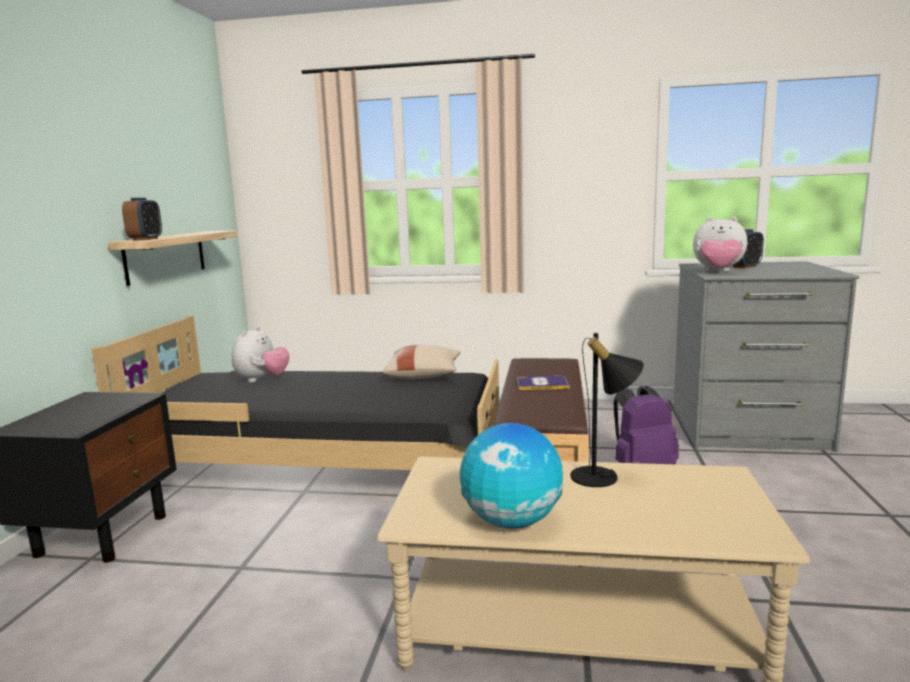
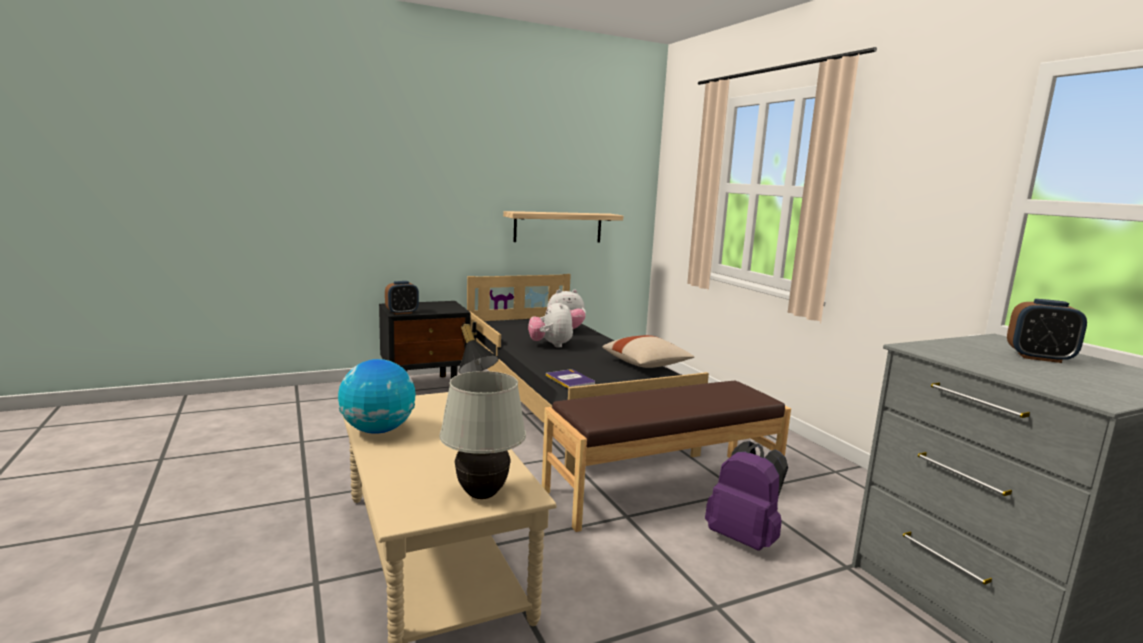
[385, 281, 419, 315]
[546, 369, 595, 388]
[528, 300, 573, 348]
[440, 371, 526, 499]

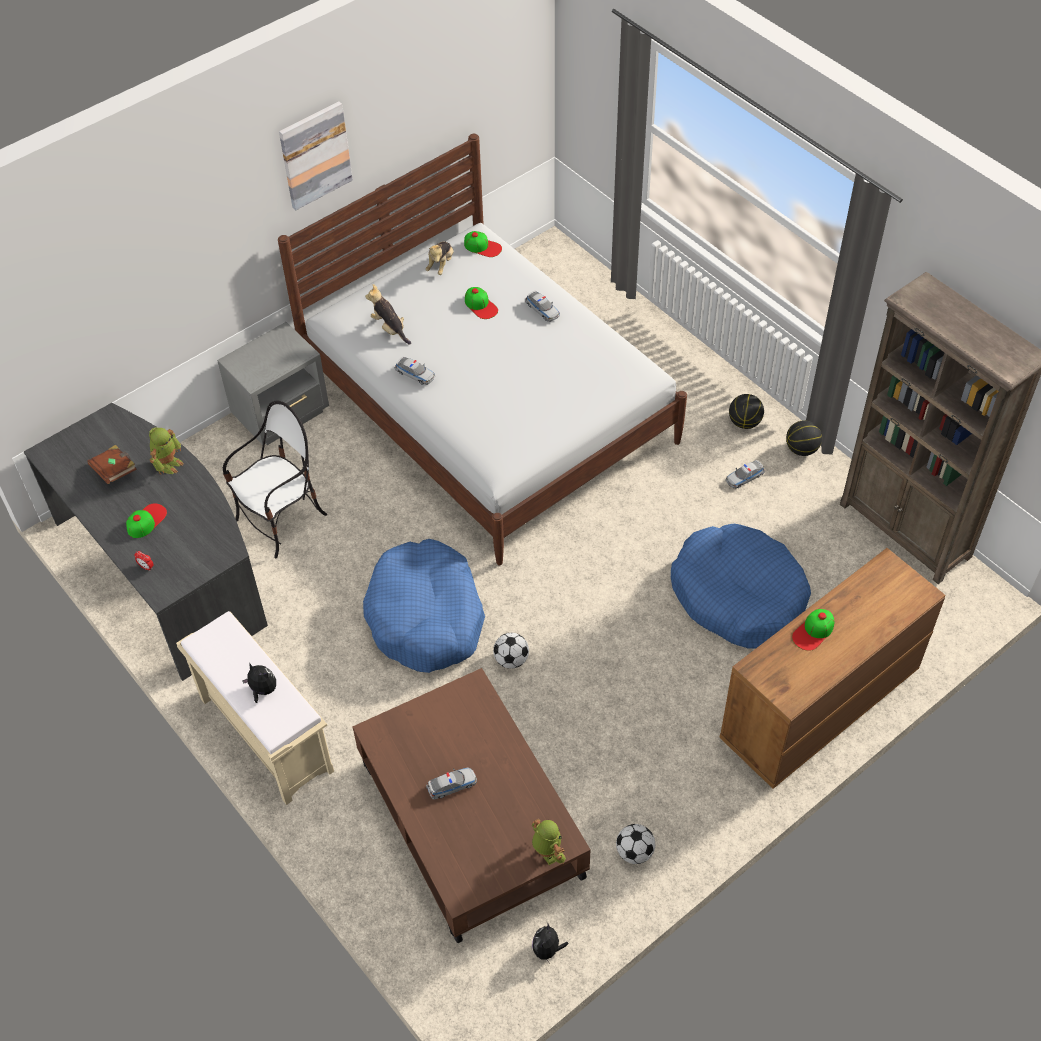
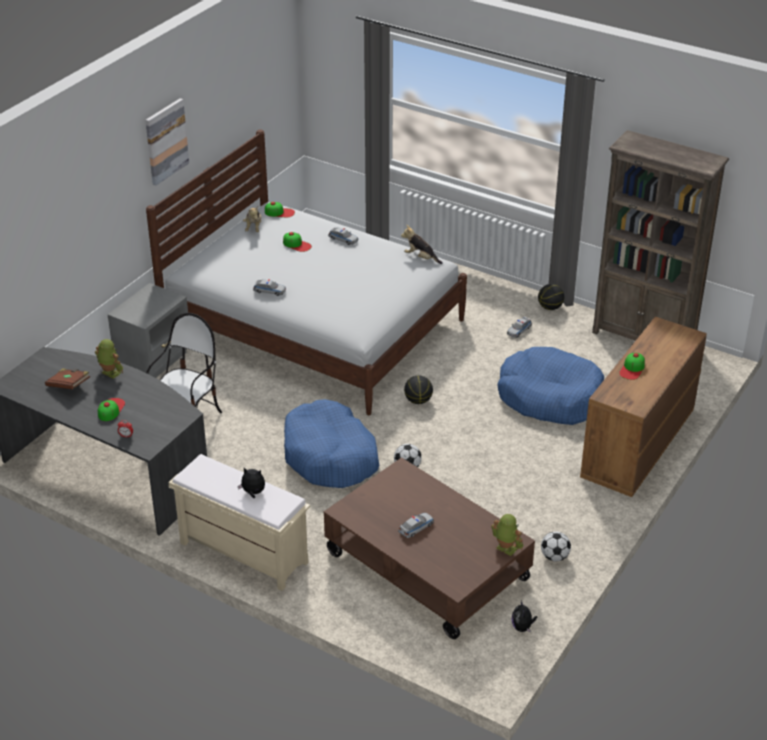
[95, 339, 123, 379]
[401, 225, 443, 264]
[404, 376, 433, 404]

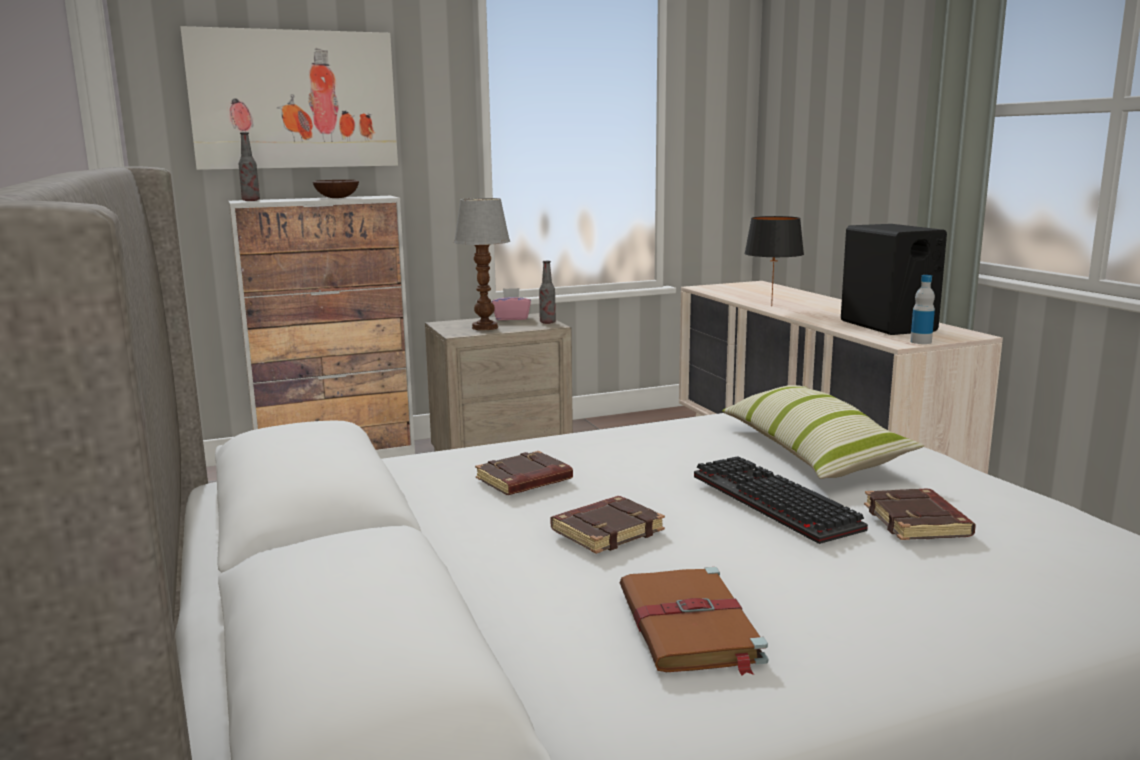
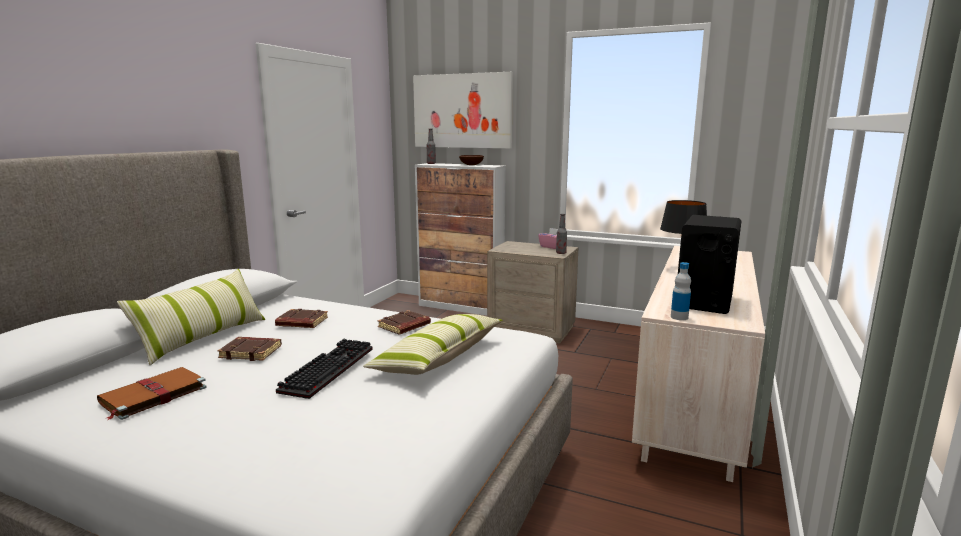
[454, 198, 510, 330] (first image)
[377, 310, 431, 334]
[117, 269, 265, 365]

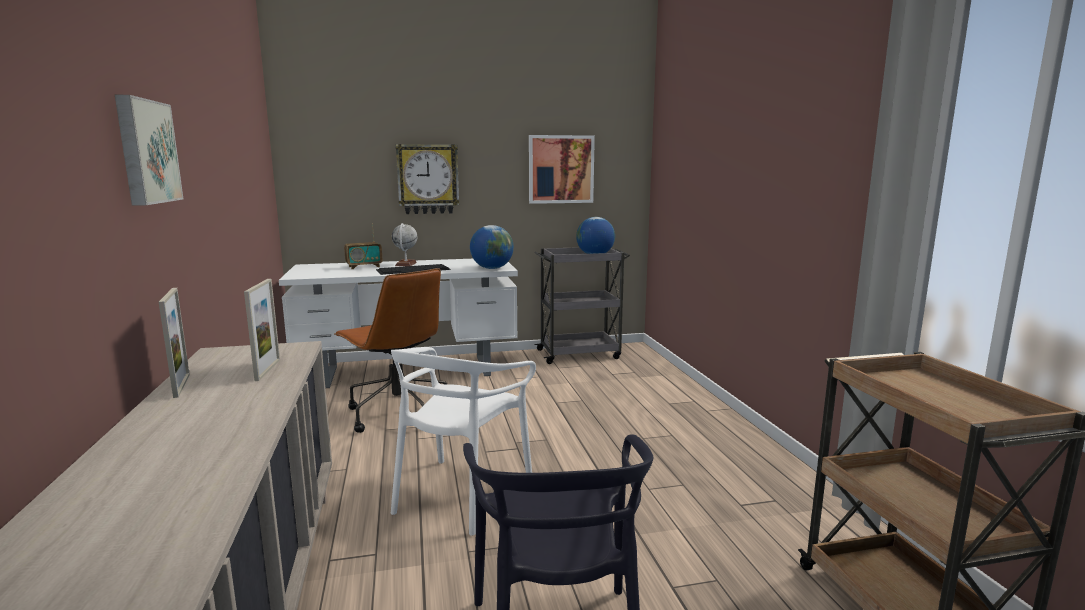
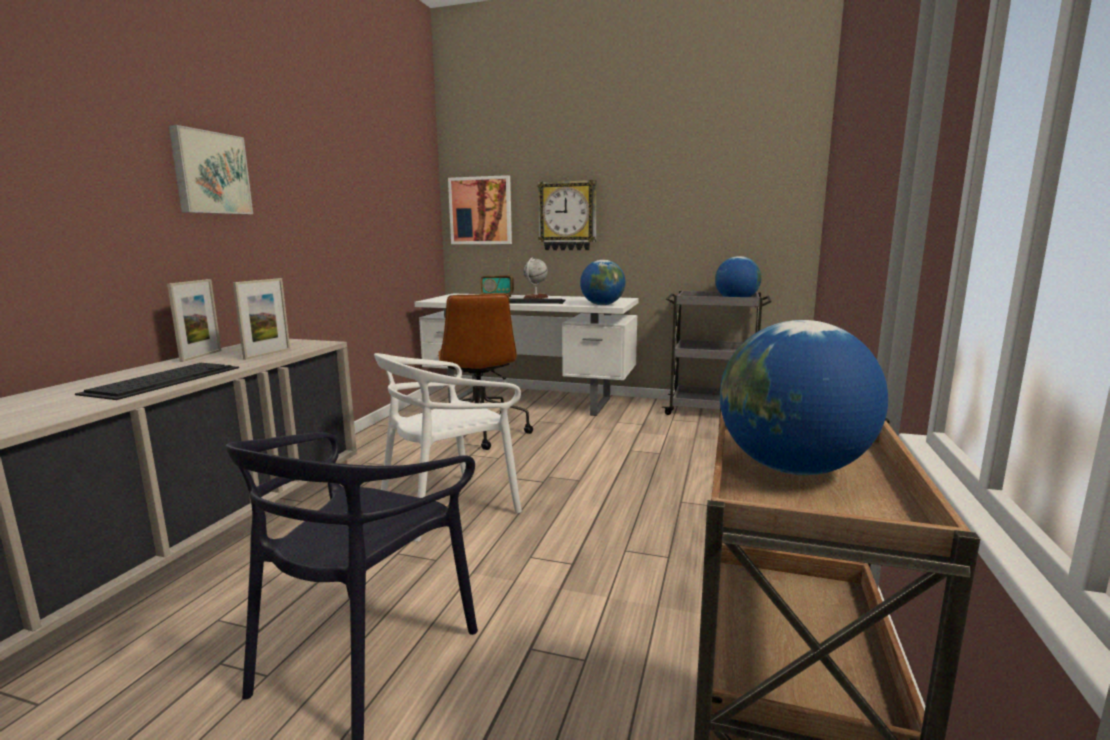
[448, 175, 512, 244]
[75, 363, 239, 400]
[720, 320, 888, 475]

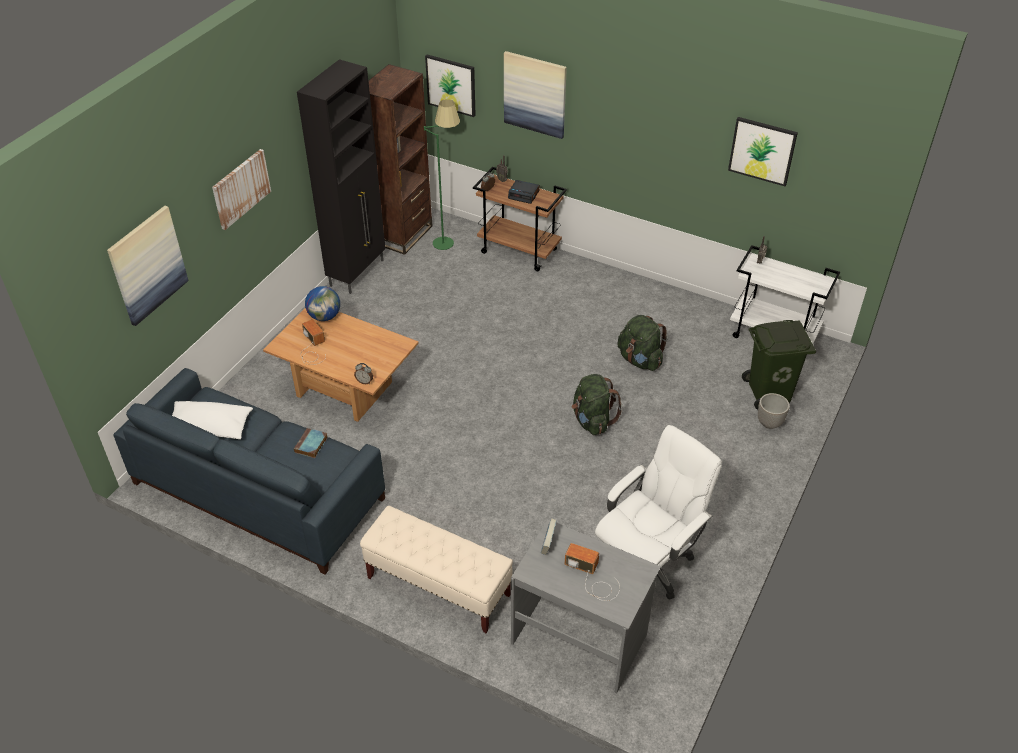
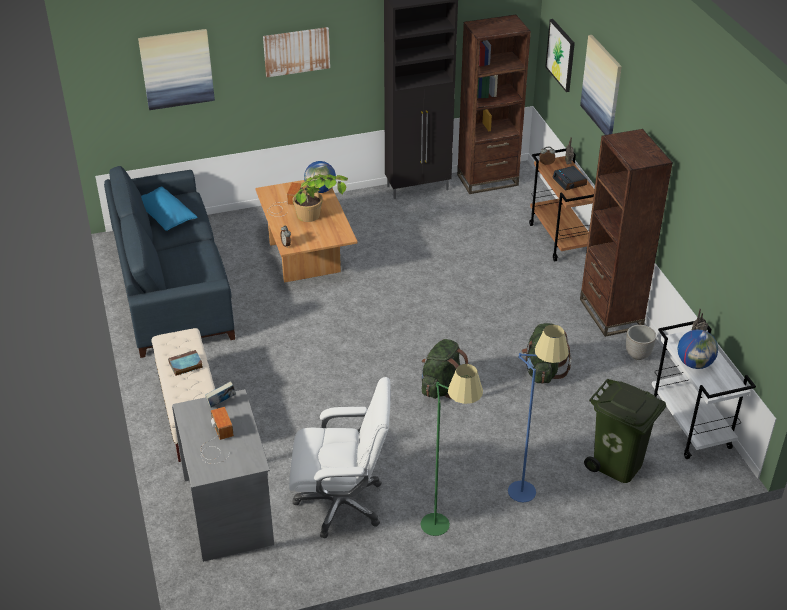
[141, 187, 198, 231]
[168, 350, 203, 376]
[421, 364, 483, 536]
[728, 117, 798, 186] (first image)
[626, 325, 656, 360]
[293, 174, 348, 222]
[508, 325, 569, 503]
[580, 129, 673, 337]
[677, 330, 718, 369]

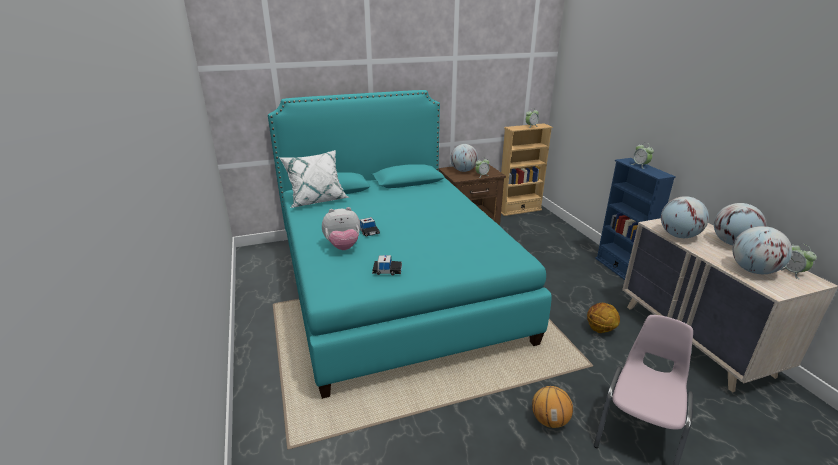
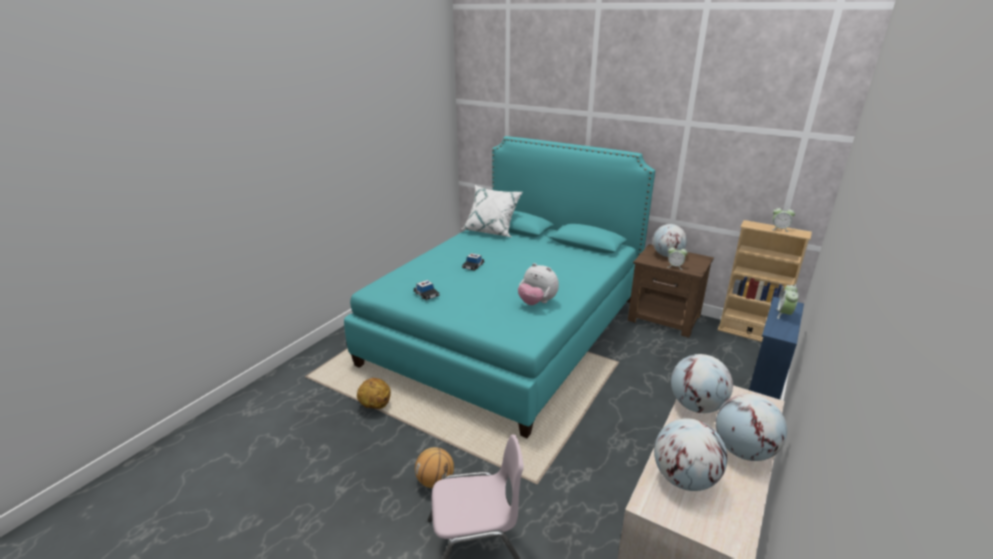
[518, 263, 559, 305]
[357, 378, 391, 409]
[781, 244, 817, 279] (first image)

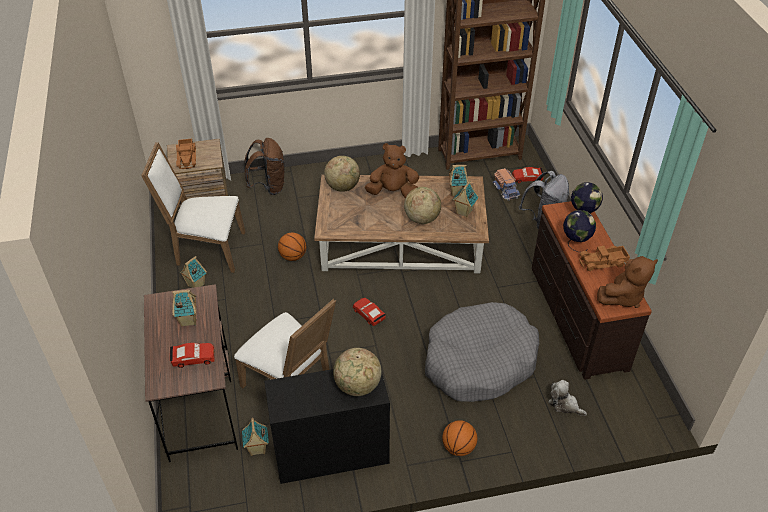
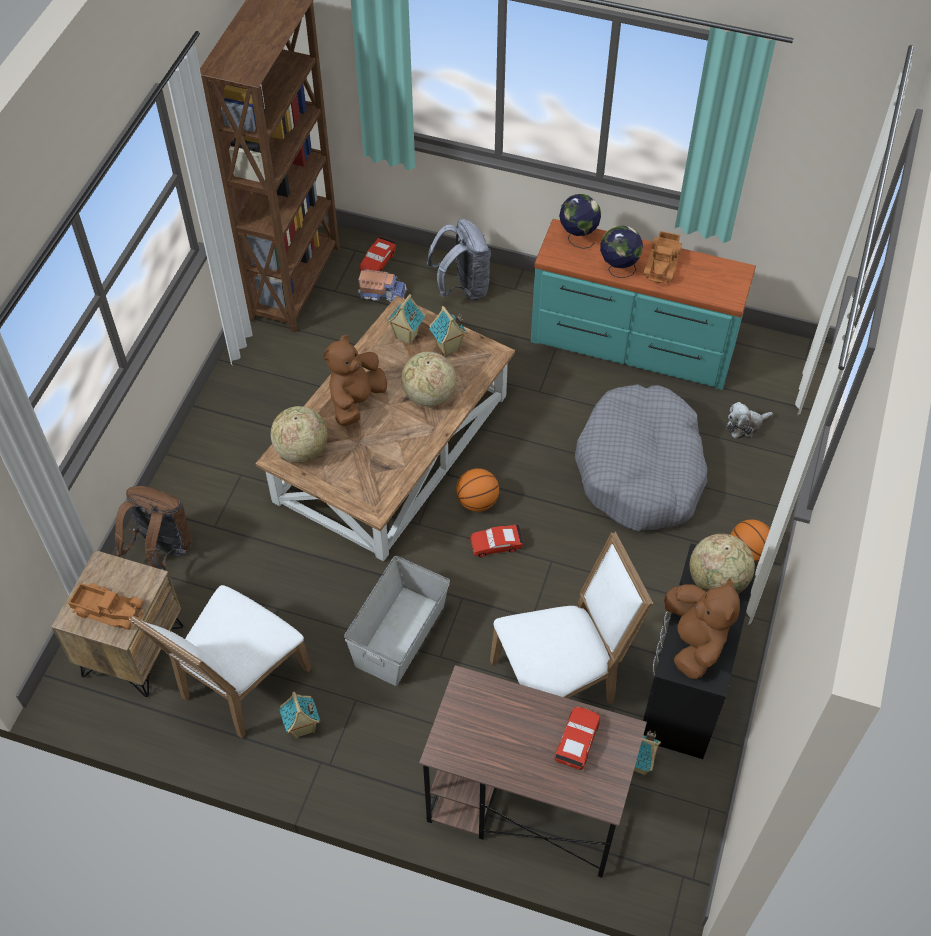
[172, 290, 197, 327] (first image)
[456, 468, 499, 512]
[531, 219, 756, 390]
[664, 579, 740, 679]
[344, 556, 450, 686]

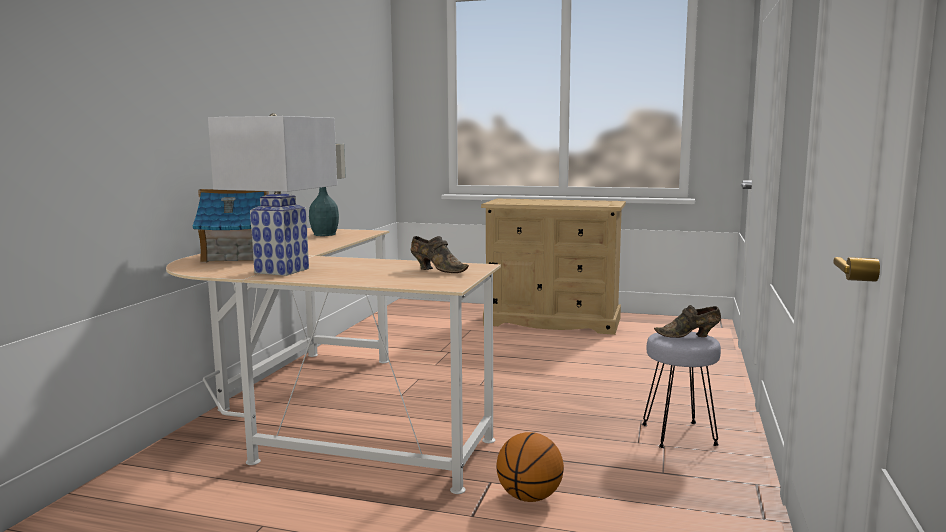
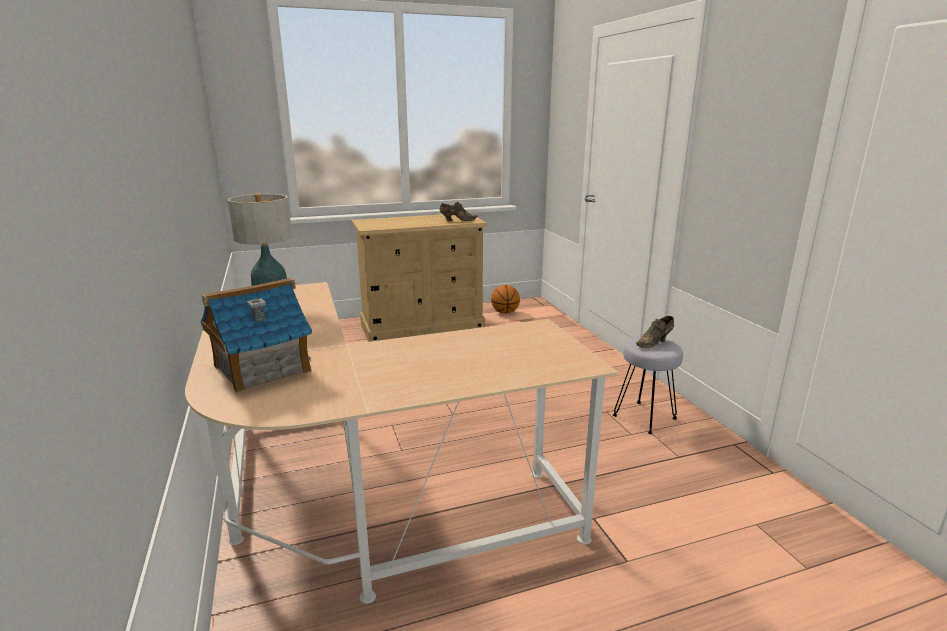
[208, 113, 337, 276] (first image)
[440, 202, 478, 221]
[491, 285, 520, 314]

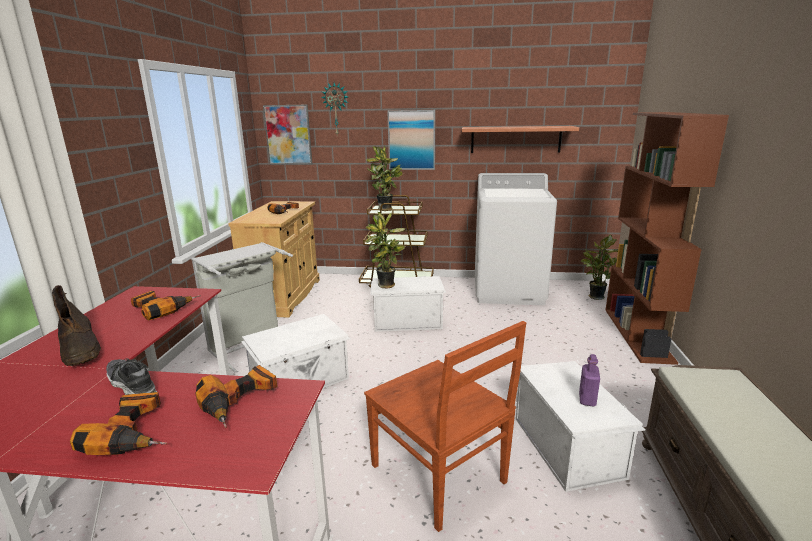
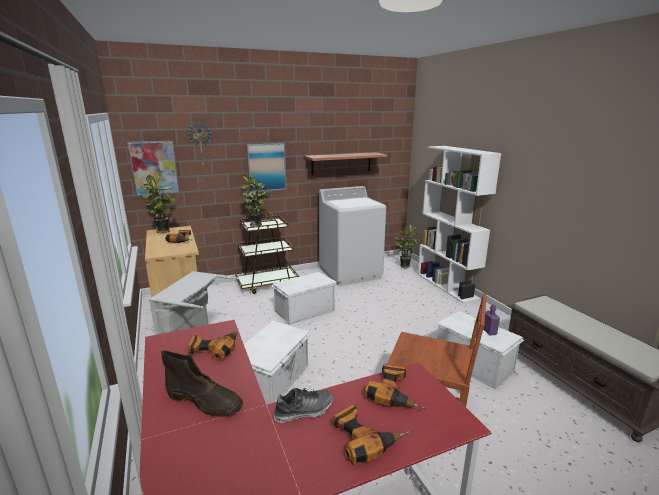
[274, 388, 333, 423]
[140, 174, 176, 233]
[418, 146, 501, 303]

